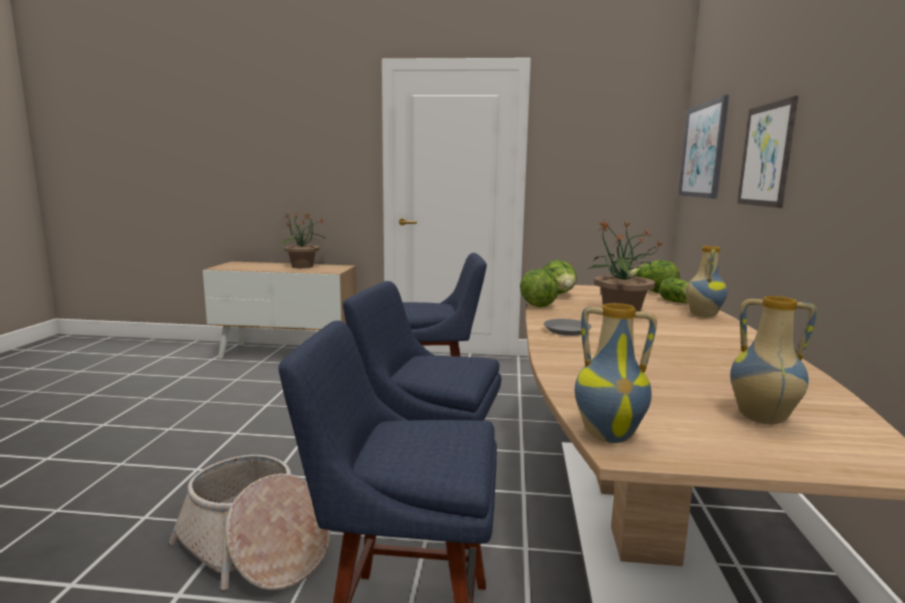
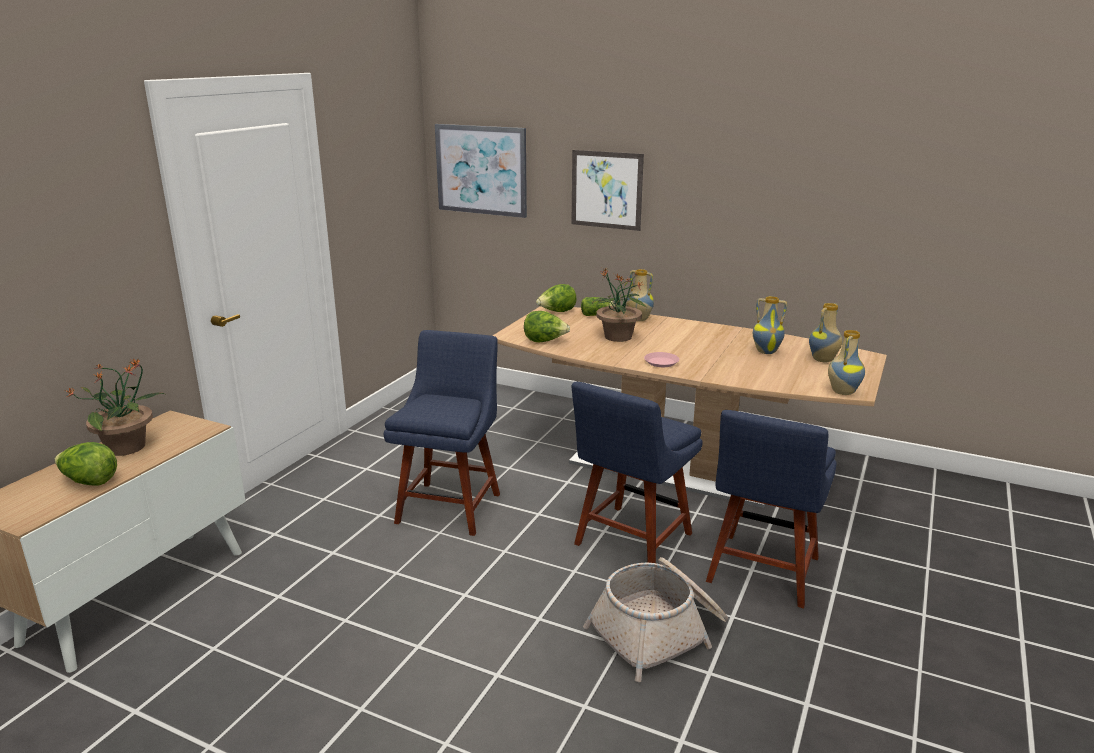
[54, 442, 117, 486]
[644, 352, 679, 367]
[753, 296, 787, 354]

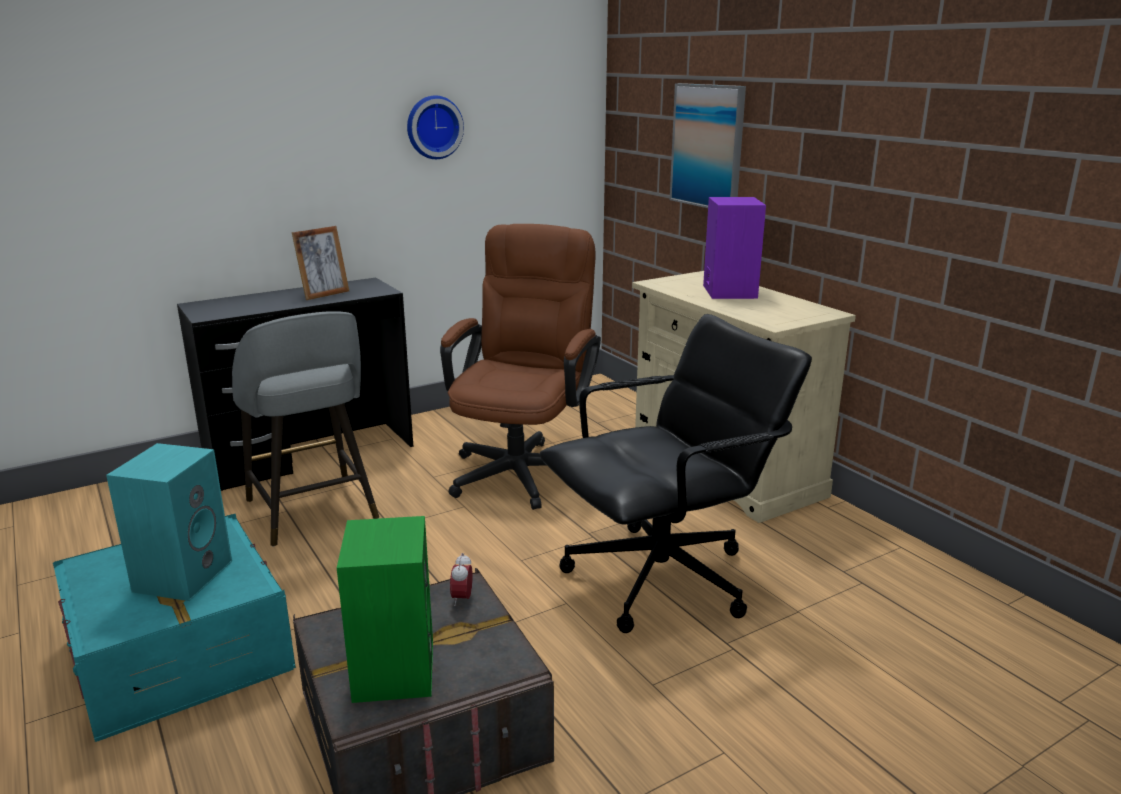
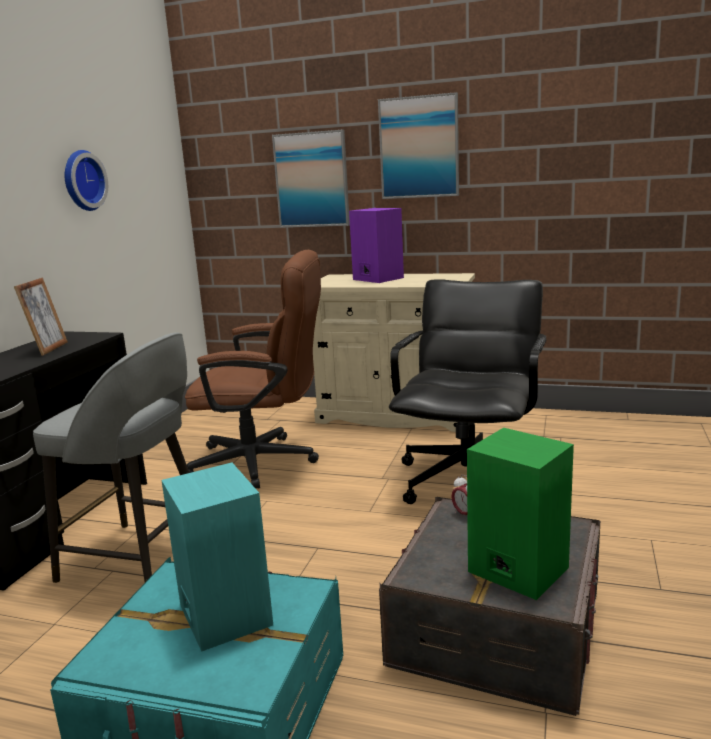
[185, 250, 321, 489]
[378, 92, 459, 199]

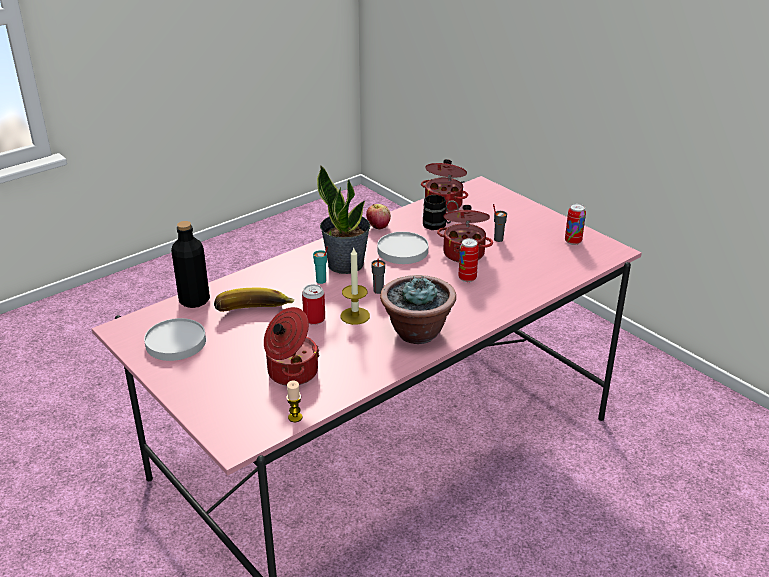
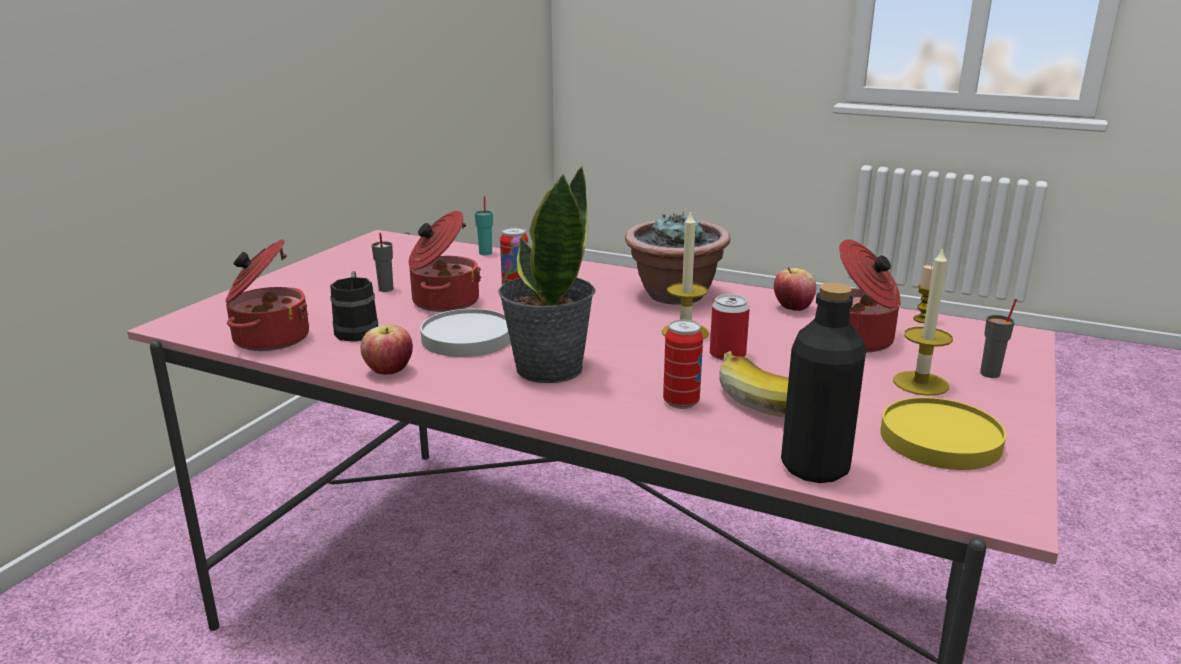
[880, 397, 1006, 470]
[475, 196, 493, 255]
[980, 299, 1017, 378]
[663, 320, 703, 409]
[774, 267, 816, 311]
[893, 247, 953, 396]

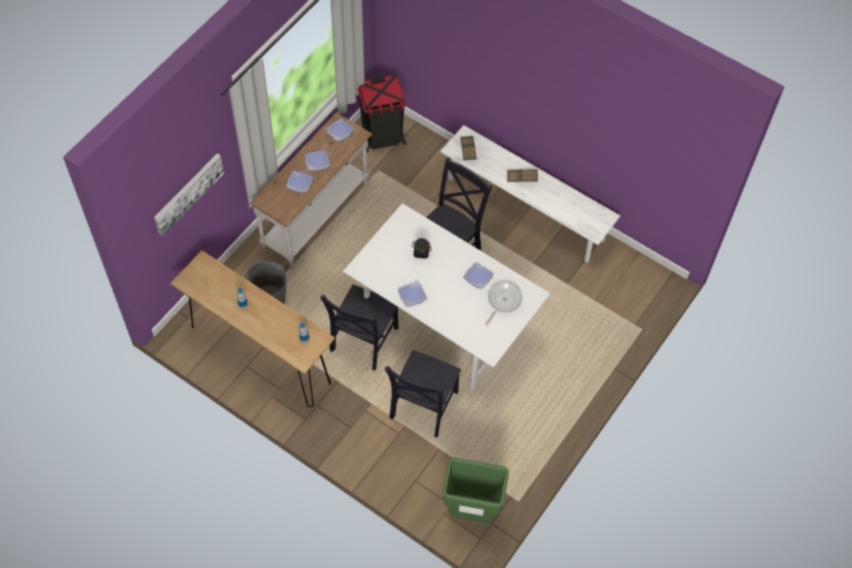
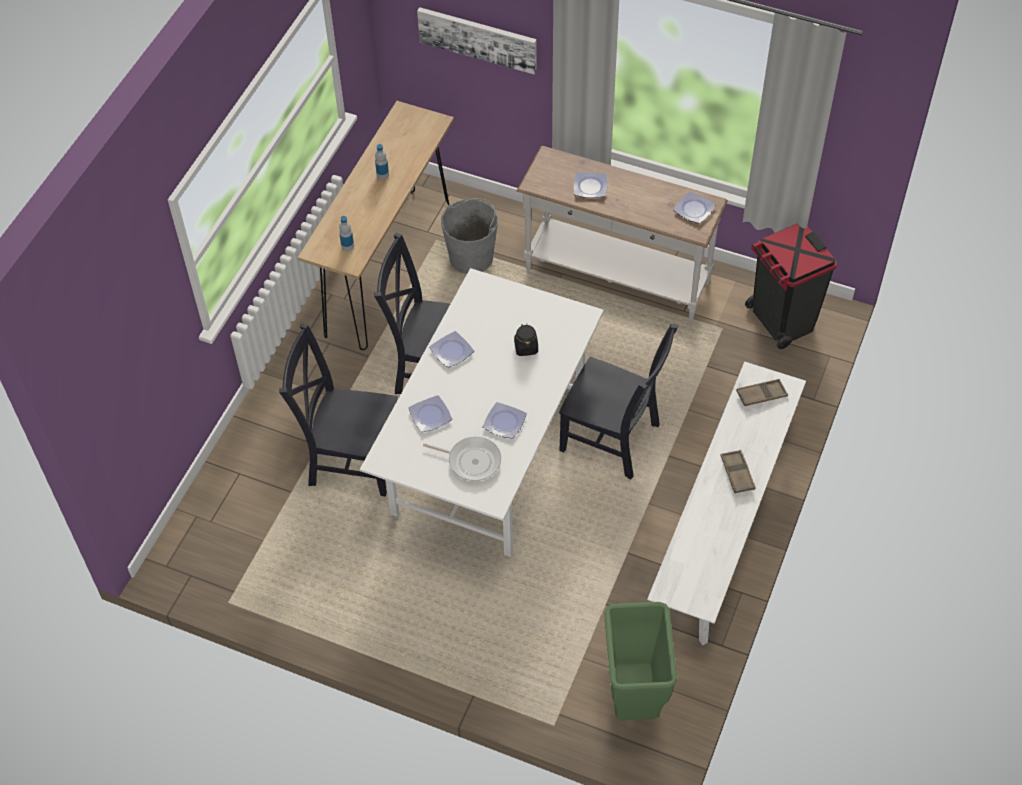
[408, 395, 452, 432]
[604, 602, 677, 721]

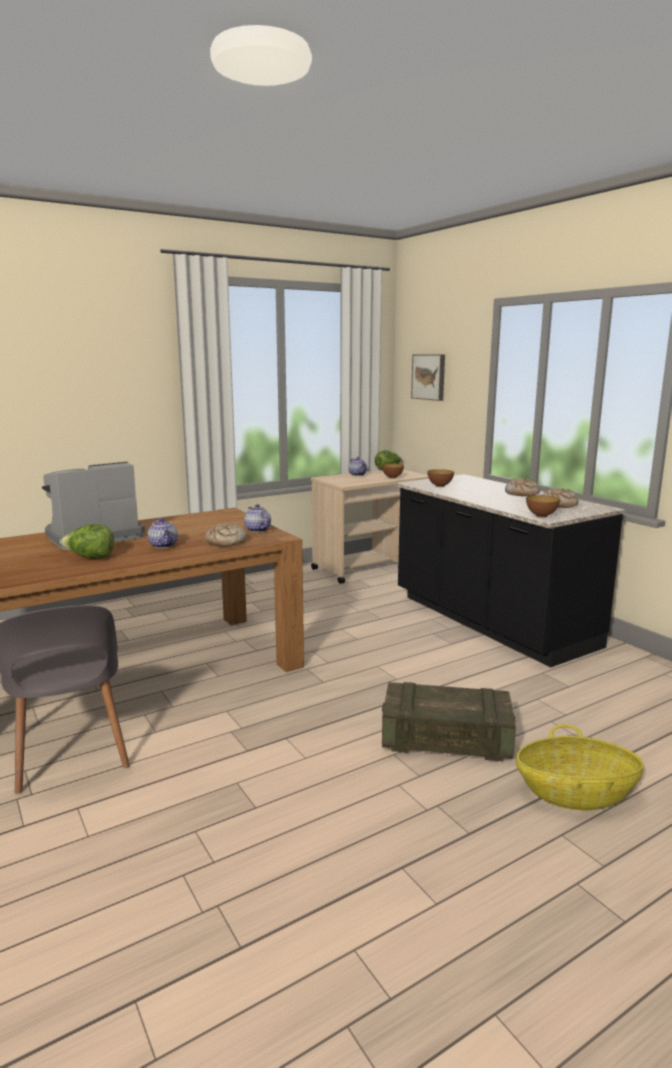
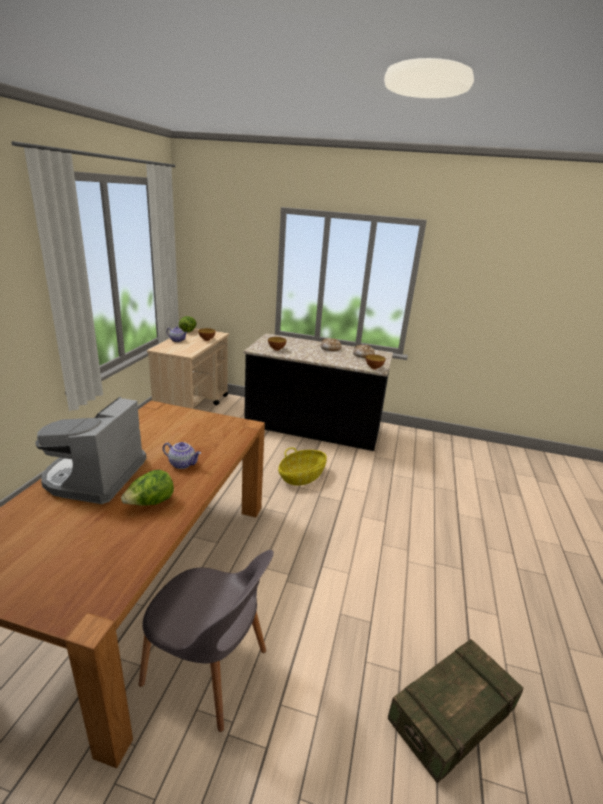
[205, 523, 247, 546] (first image)
[244, 504, 271, 532] (first image)
[388, 639, 524, 783]
[411, 355, 445, 401] (first image)
[278, 447, 327, 486]

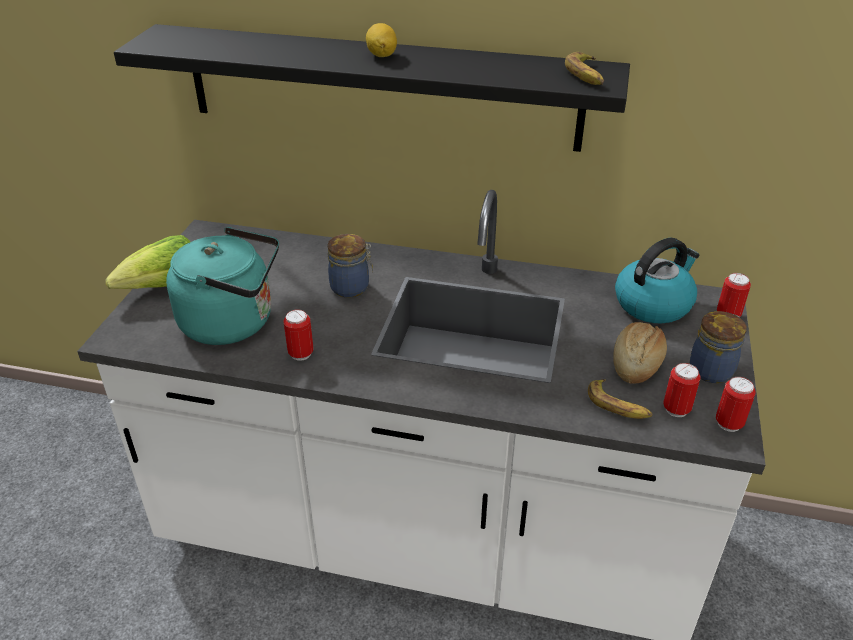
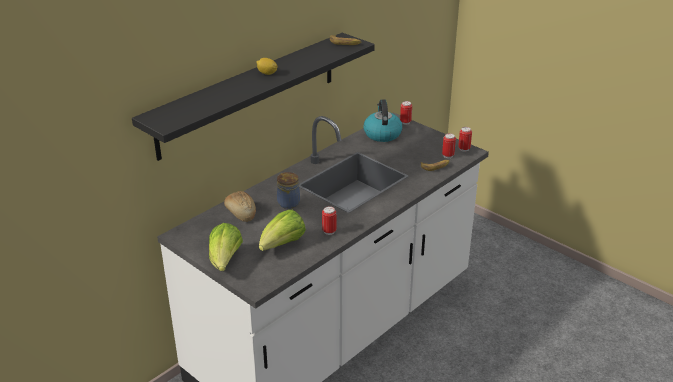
[259, 210, 306, 251]
[224, 191, 256, 222]
[690, 311, 747, 383] (first image)

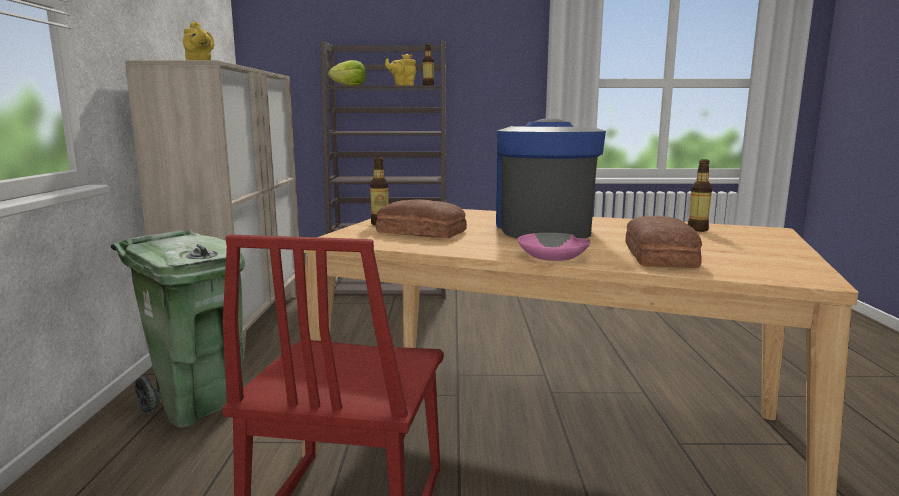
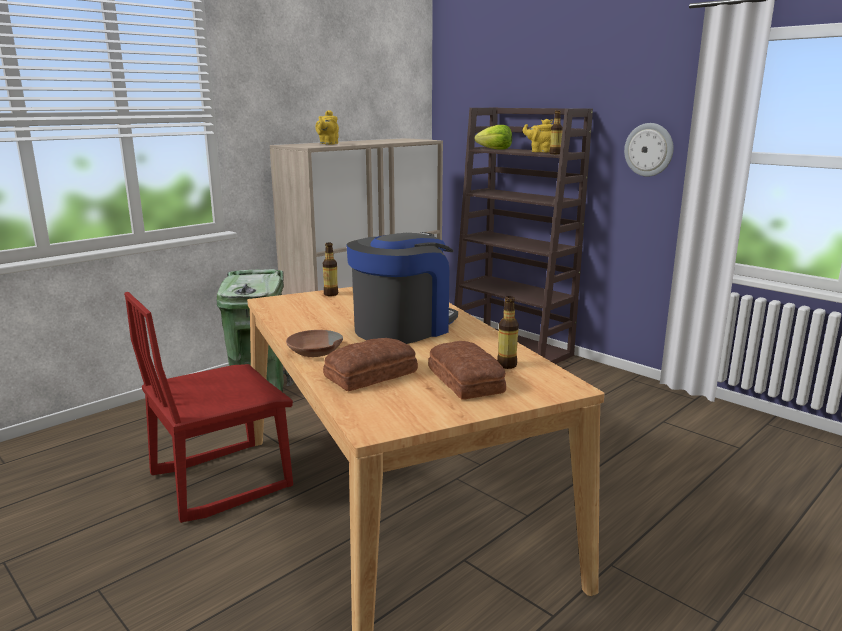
[428, 341, 506, 399]
[286, 330, 343, 357]
[624, 123, 674, 177]

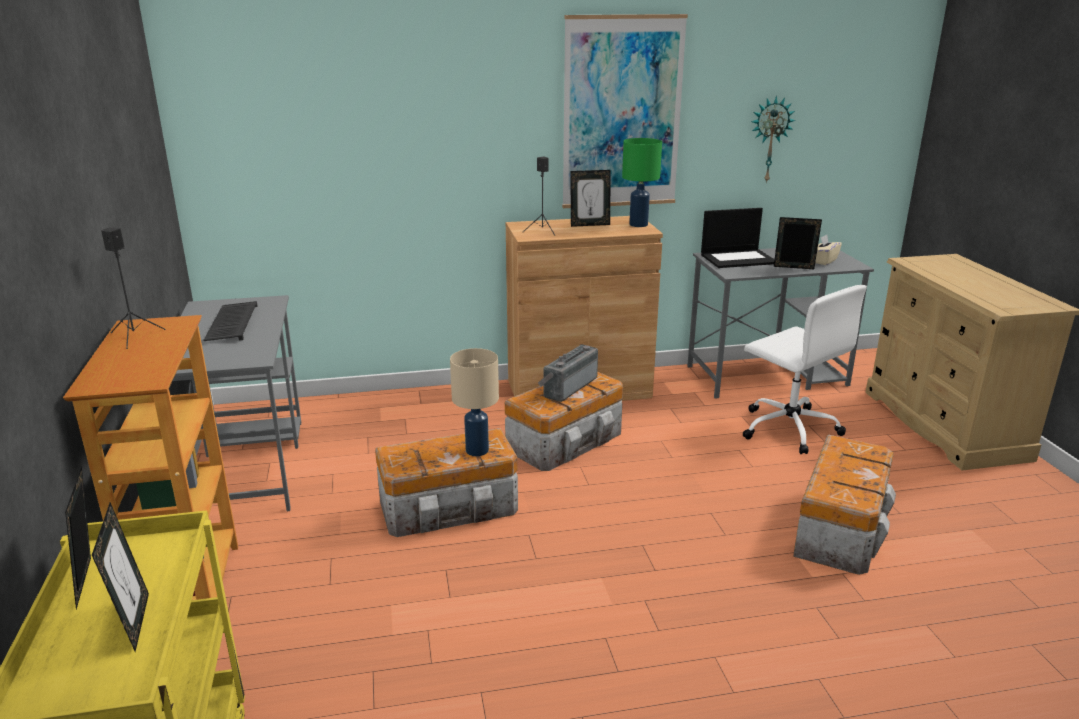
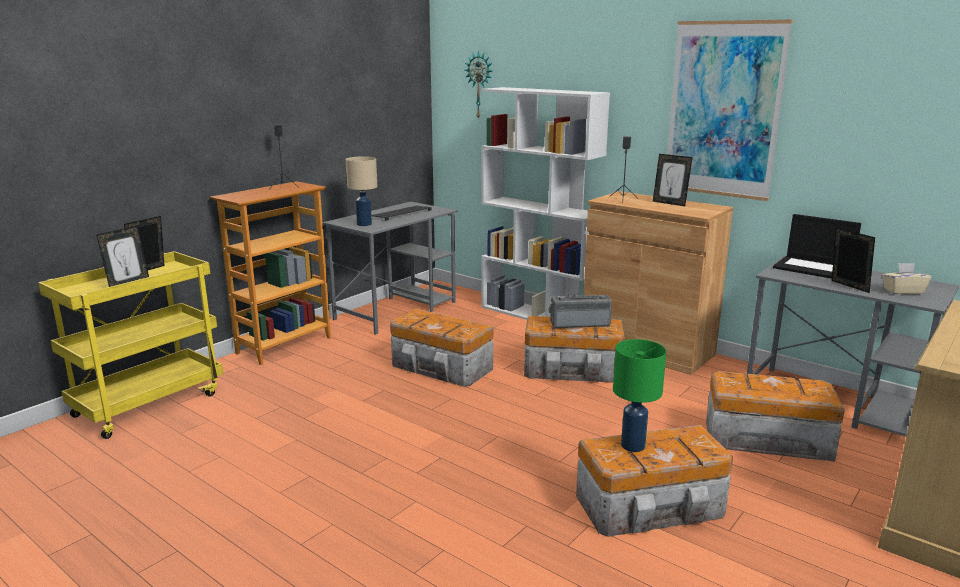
[346, 156, 377, 226]
[613, 339, 666, 452]
[706, 371, 845, 461]
[465, 51, 492, 120]
[481, 87, 610, 320]

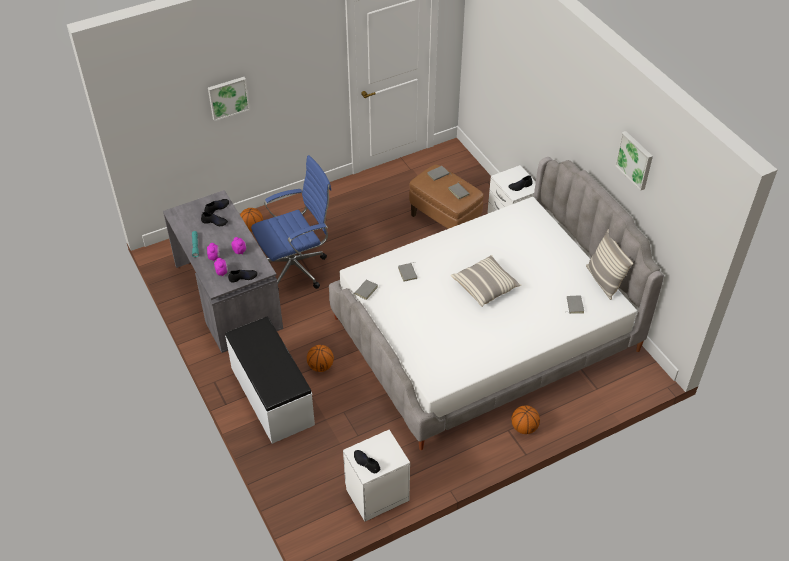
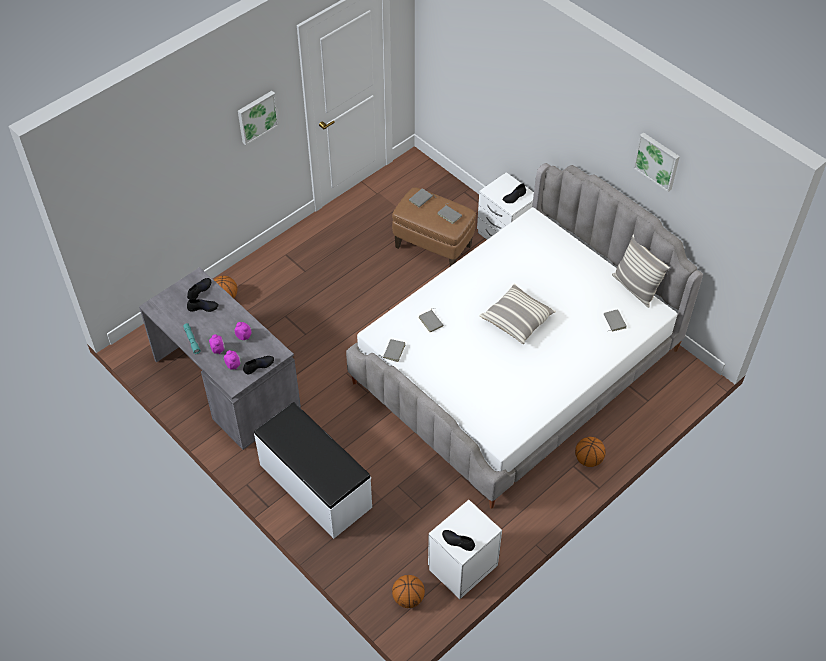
[238, 91, 279, 145]
[251, 155, 331, 290] (first image)
[392, 575, 425, 608]

